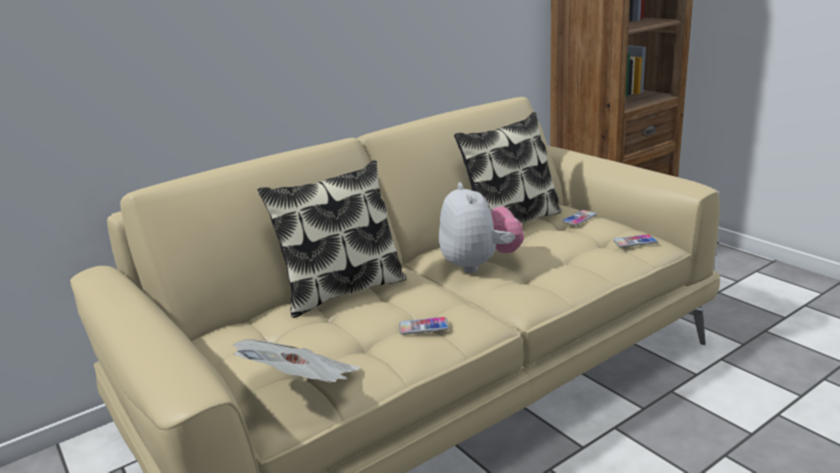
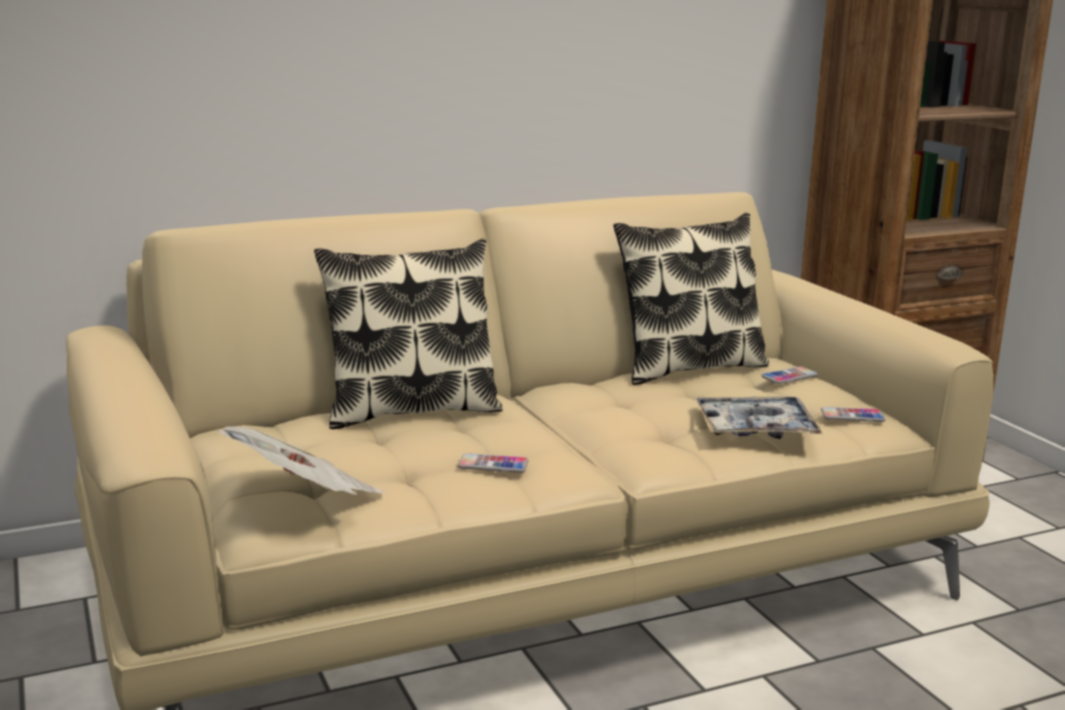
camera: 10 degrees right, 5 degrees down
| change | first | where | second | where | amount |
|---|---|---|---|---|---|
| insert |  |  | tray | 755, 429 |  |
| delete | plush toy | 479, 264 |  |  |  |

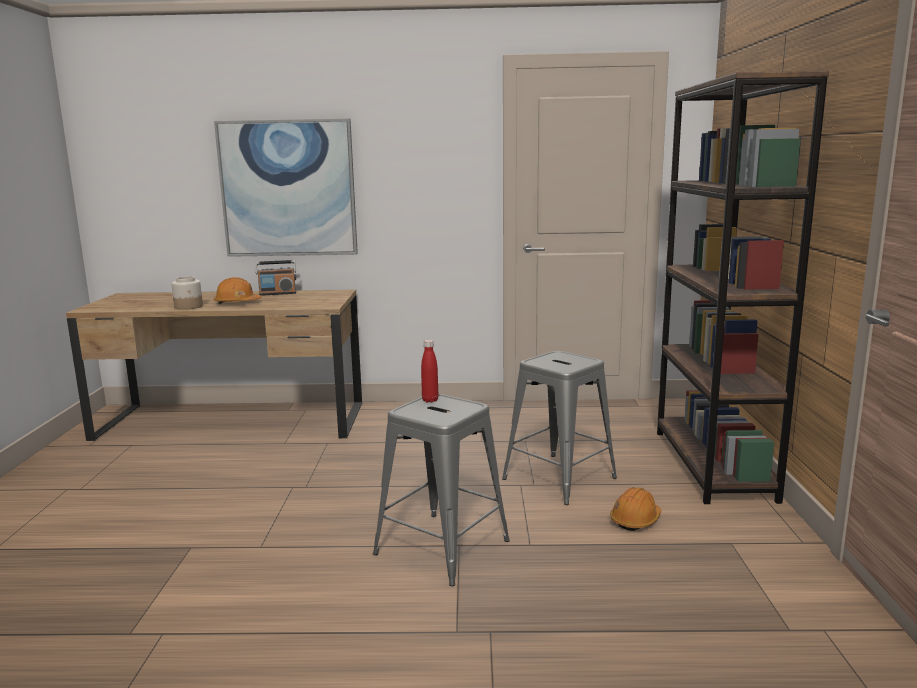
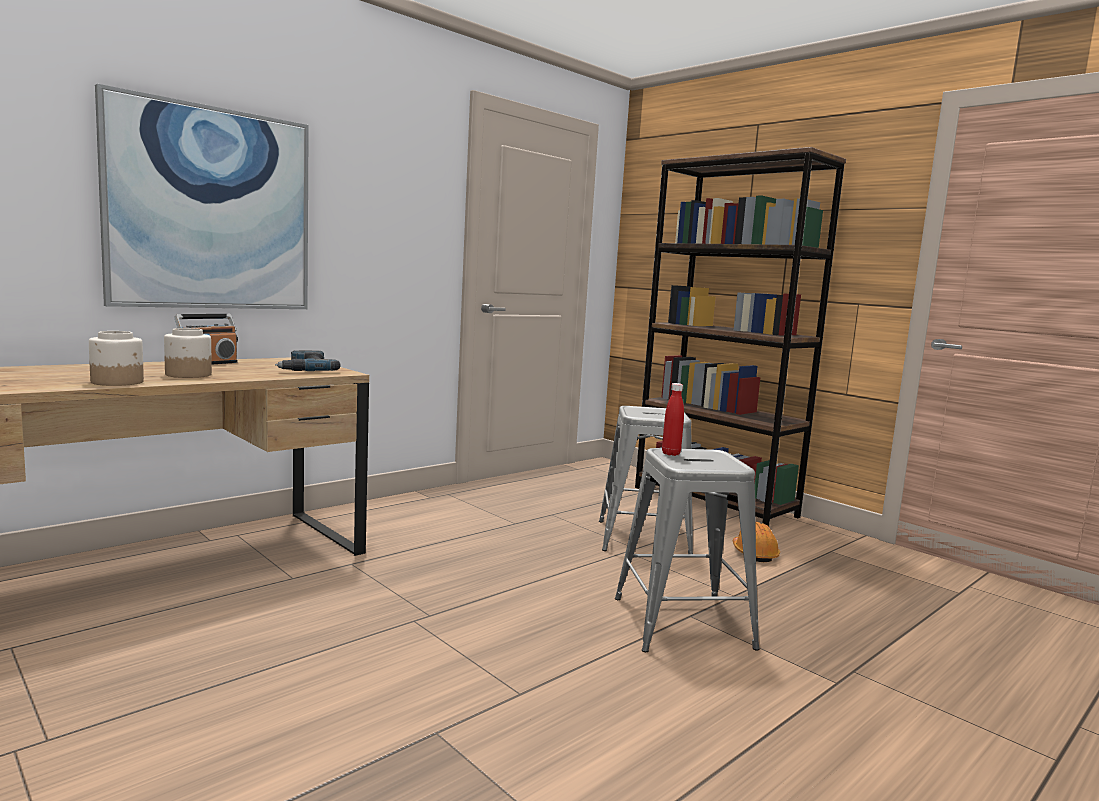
camera: 45 degrees left, 5 degrees down
| change | first | where | second | where | amount |
|---|---|---|---|---|---|
| replace | hard hat (orange) | 237, 303 | jar | 188, 375 |  |
| insert |  |  | power drill | 305, 369 |  |

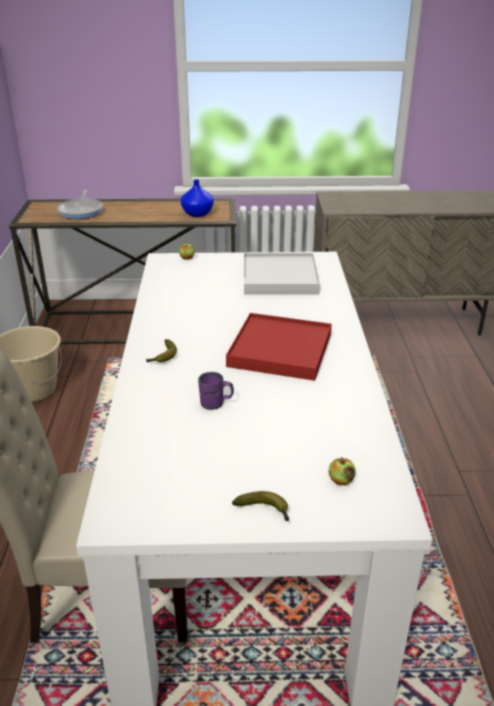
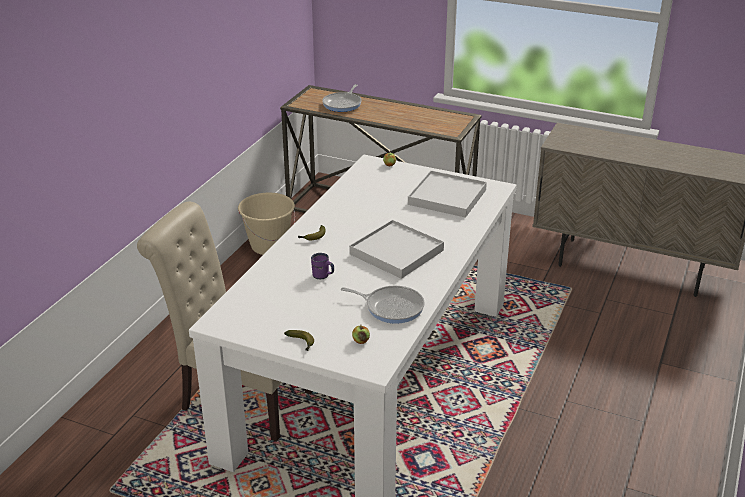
camera: 25 degrees right, 0 degrees up
| change | first | where | second | where | amount |
|---|---|---|---|---|---|
| insert |  |  | frying pan | 391, 307 |  |
| recolor | tray (red) | 280, 350 | tray (white) | 396, 252 |  |
| delete | vase (blue) | 197, 214 |  |  |  |

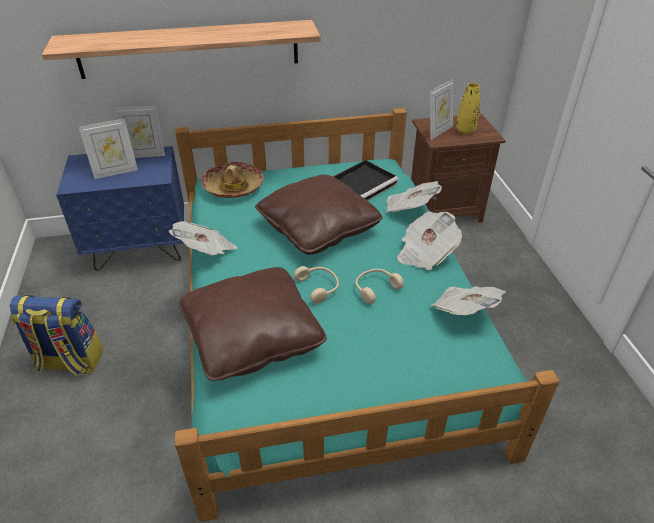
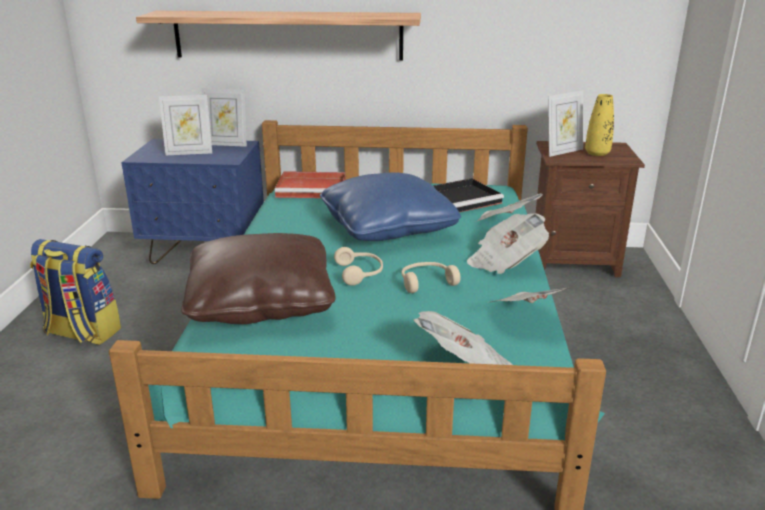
camera: 15 degrees right, 15 degrees down
| change | first | where | second | where | amount |
|---|---|---|---|---|---|
| replace | hat | 233, 187 | tray (red) | 313, 188 |  |
| recolor | pillow (brown) | 318, 228 | pillow (blue) | 388, 228 |  |
| move | newspaper | 206, 251 |  | 463, 364 |  |

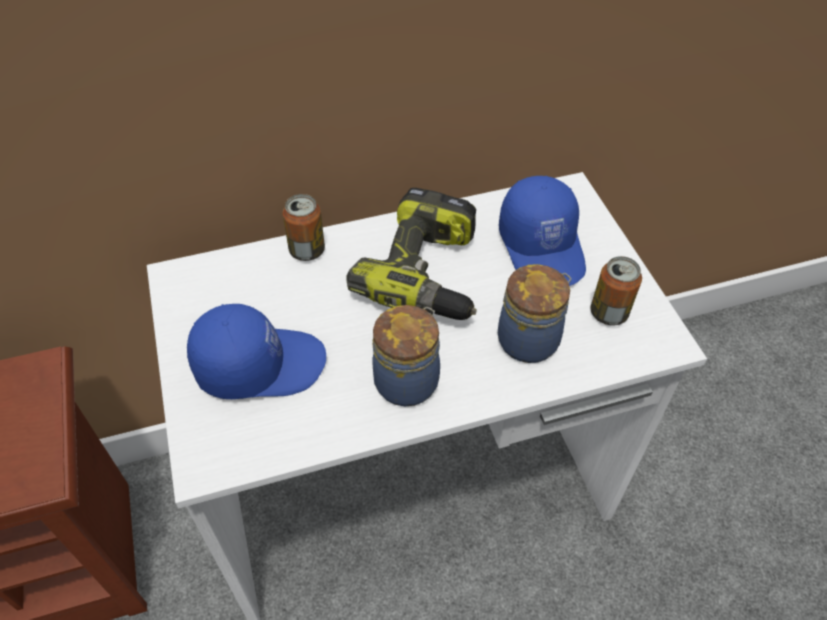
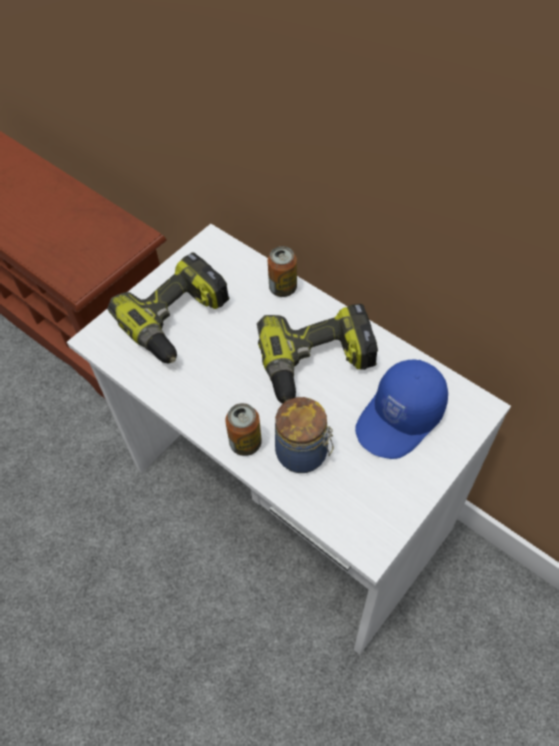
camera: 60 degrees right, 5 degrees up
| change | first | where | second | where | amount |
|---|---|---|---|---|---|
| replace | cap (blue) | 260, 363 | power drill | 178, 320 |  |
| move | can | 609, 313 |  | 245, 443 |  |
| delete | jar | 408, 380 |  |  |  |

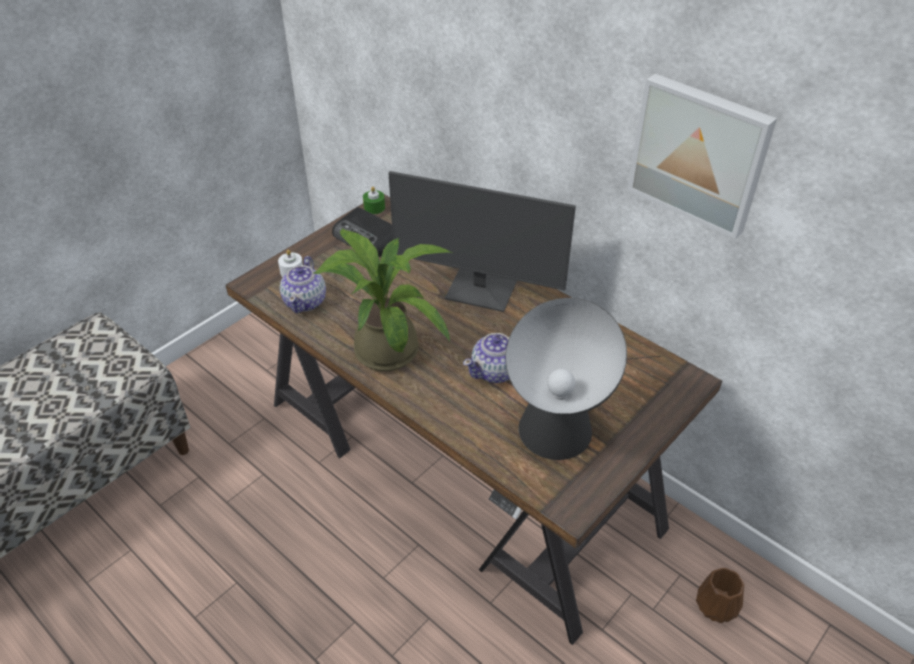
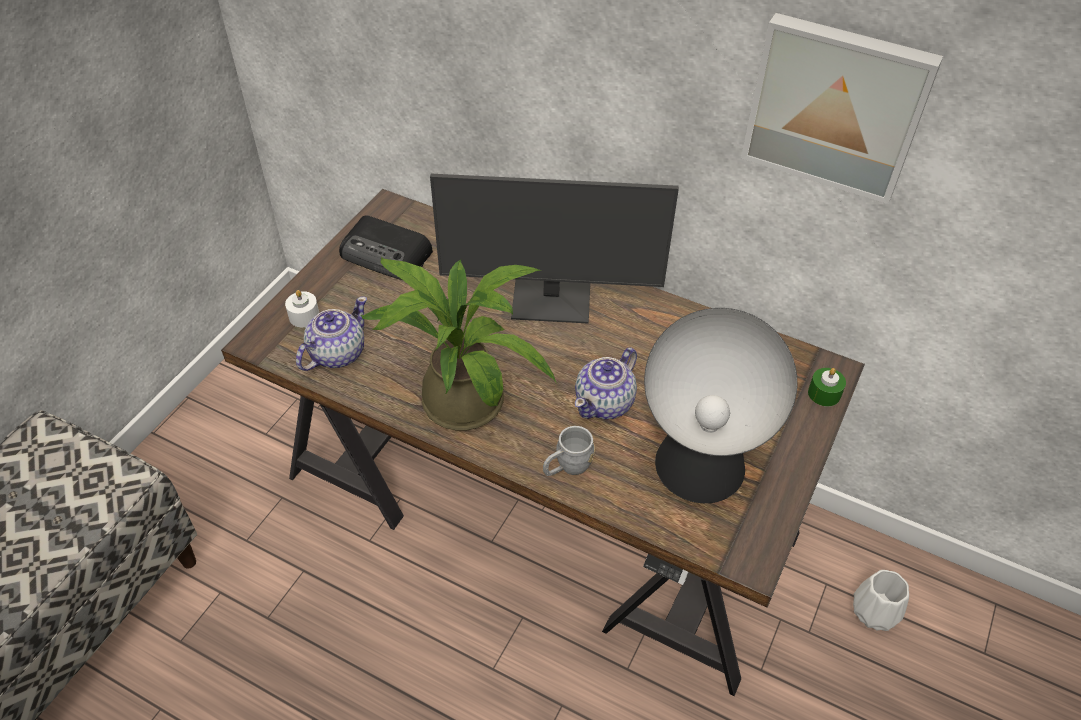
camera: 15 degrees left, 5 degrees up
| change | first | where | second | where | amount |
|---|---|---|---|---|---|
| rotate | teapot | 305, 301 |  | 336, 354 | 135 degrees counterclockwise |
| insert |  |  | mug (grey) | 567, 467 |  |
| move | candle (green) | 374, 208 |  | 824, 393 |  |
| recolor | vase (brown) | 716, 605 | vase (white) | 874, 610 |  |

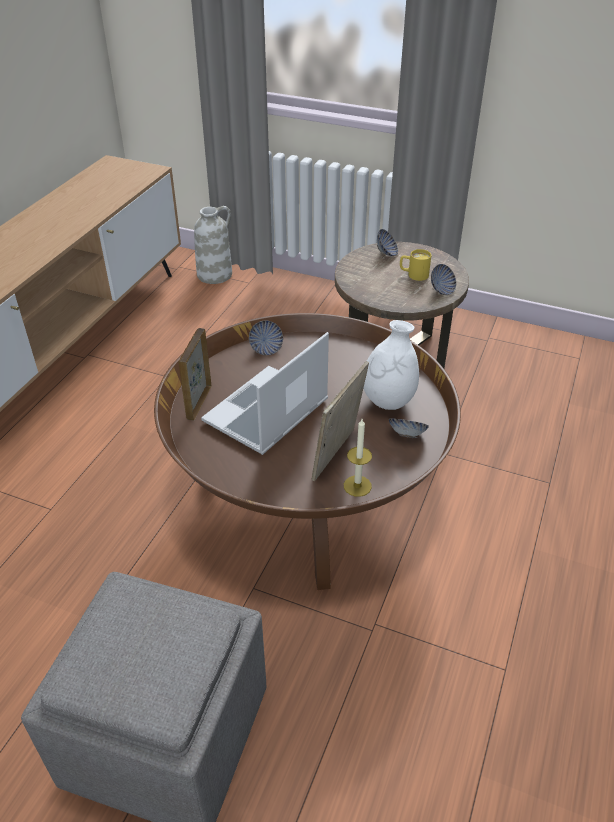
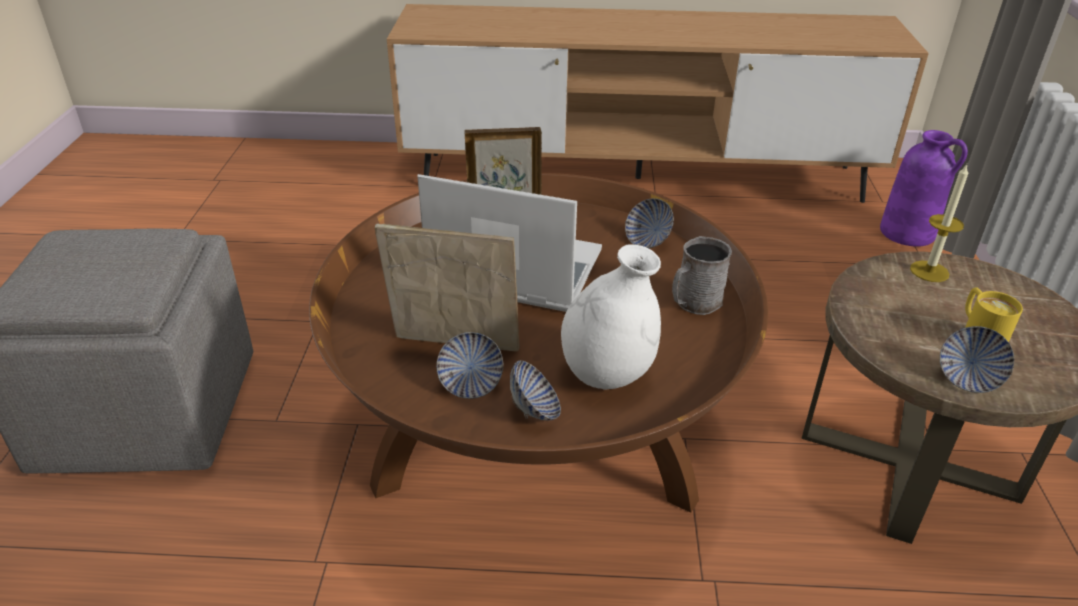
camera: 70 degrees right, 5 degrees down
| change | first | where | second | where | amount |
|---|---|---|---|---|---|
| move | bowl | 386, 253 |  | 471, 384 |  |
| insert |  |  | mug (grey) | 694, 303 |  |
| recolor | vase (white) | 215, 274 | vase (purple) | 908, 233 |  |
| move | candle | 357, 486 |  | 929, 271 |  |

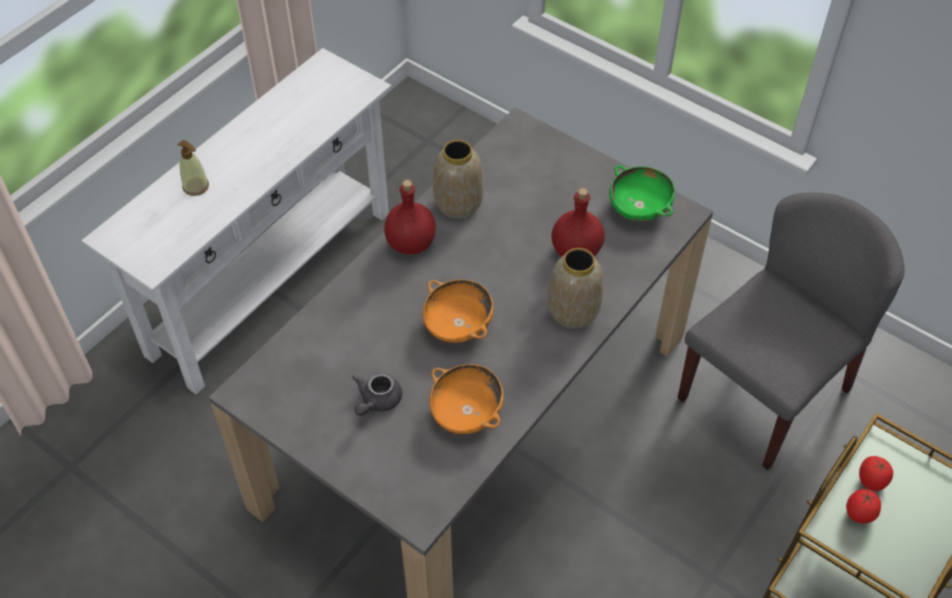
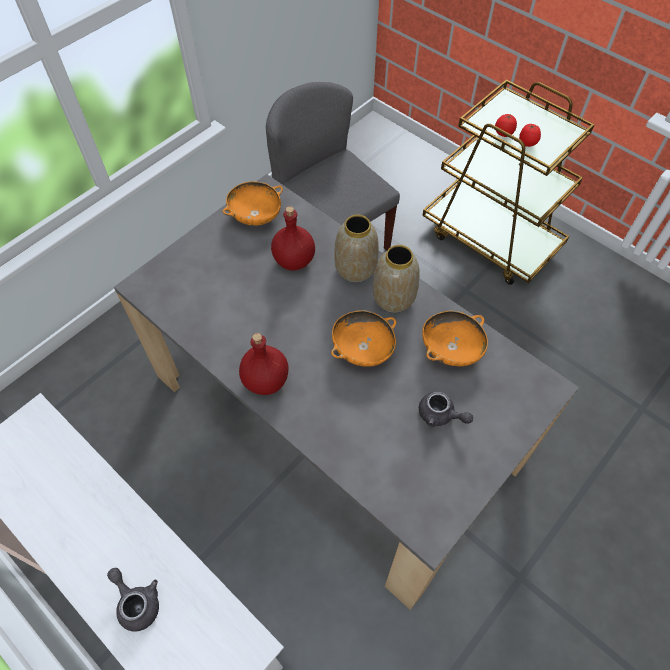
camera: 85 degrees left, 5 degrees up
| change | first | where | second | where | amount |
|---|---|---|---|---|---|
| replace | soap dispenser | 196, 186 | teapot (grey) | 137, 602 |  |
| recolor | bowl (green) | 639, 208 | bowl (orange) | 255, 215 |  |
| move | vase | 457, 204 |  | 393, 299 |  |

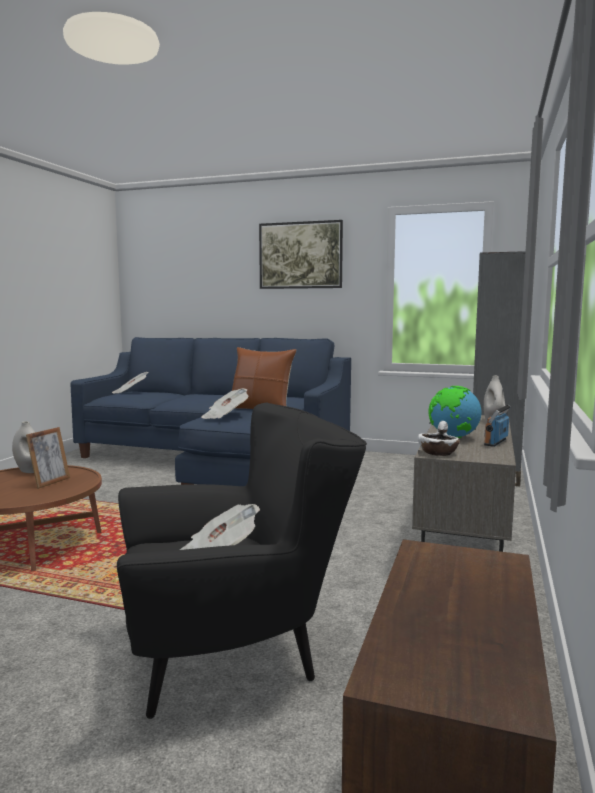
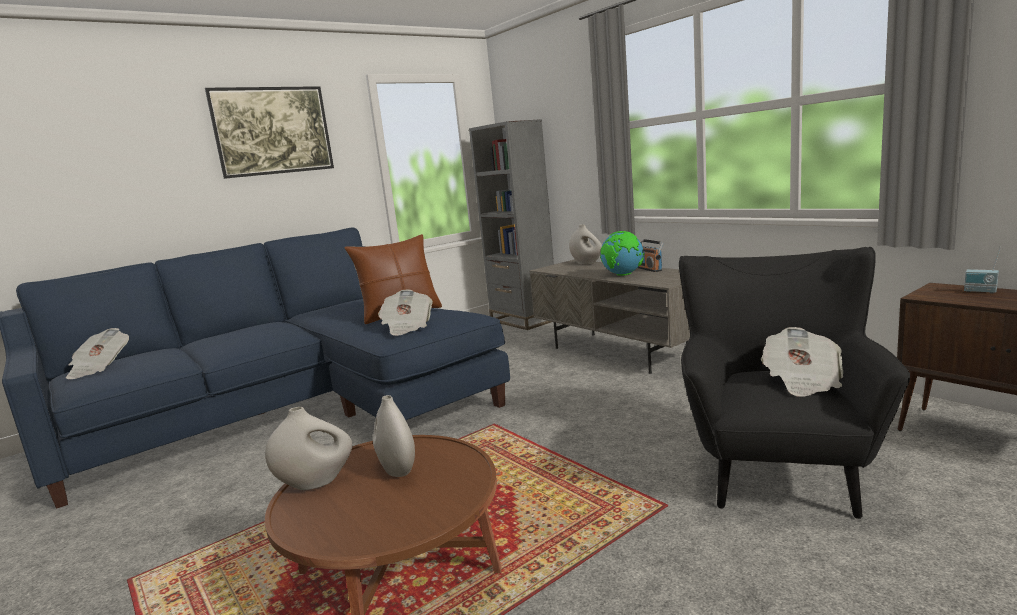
camera: 55 degrees left, 5 degrees up
| change | first | where | second | where | amount |
|---|---|---|---|---|---|
| replace | picture frame | 50, 482 | vase (white) | 397, 469 |  |
| insert |  |  | radio | 980, 292 |  |
| delete | bowl (white) | 438, 452 |  |  |  |

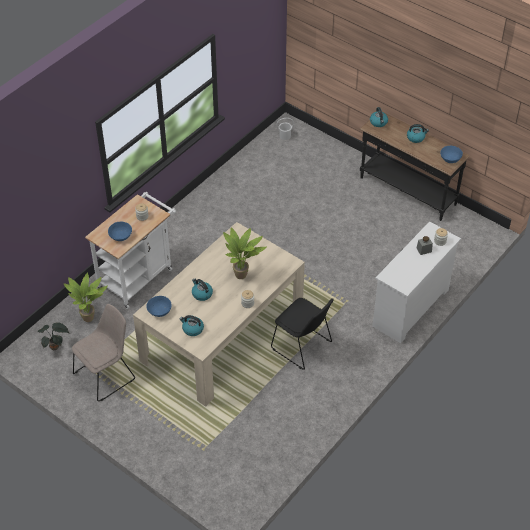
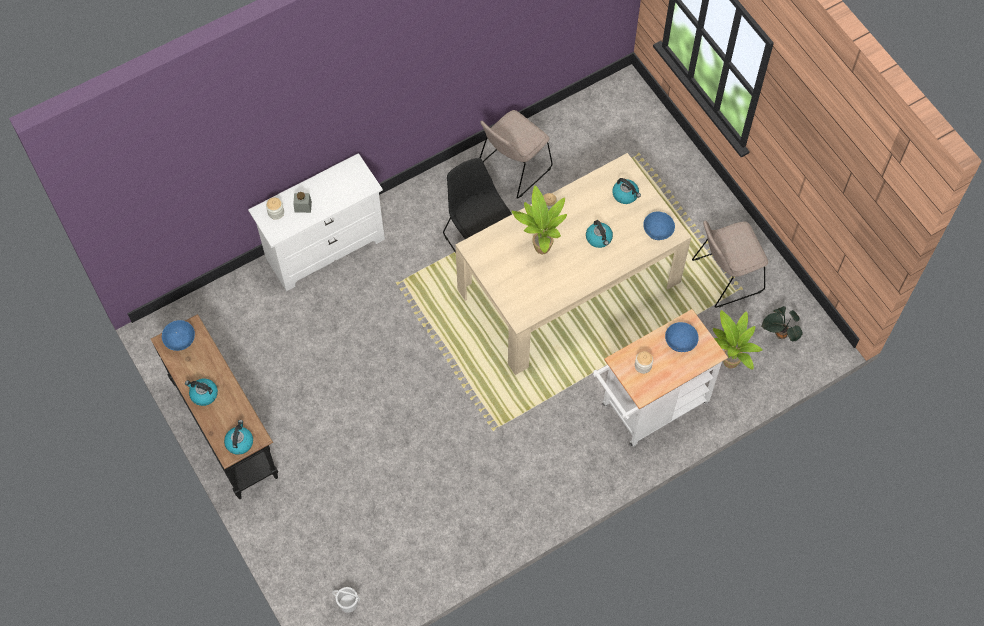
camera: 160 degrees left, 15 degrees up
| change | first | where | second | where | amount |
|---|---|---|---|---|---|
| insert |  |  | chair (beige) | 513, 168 |  |

